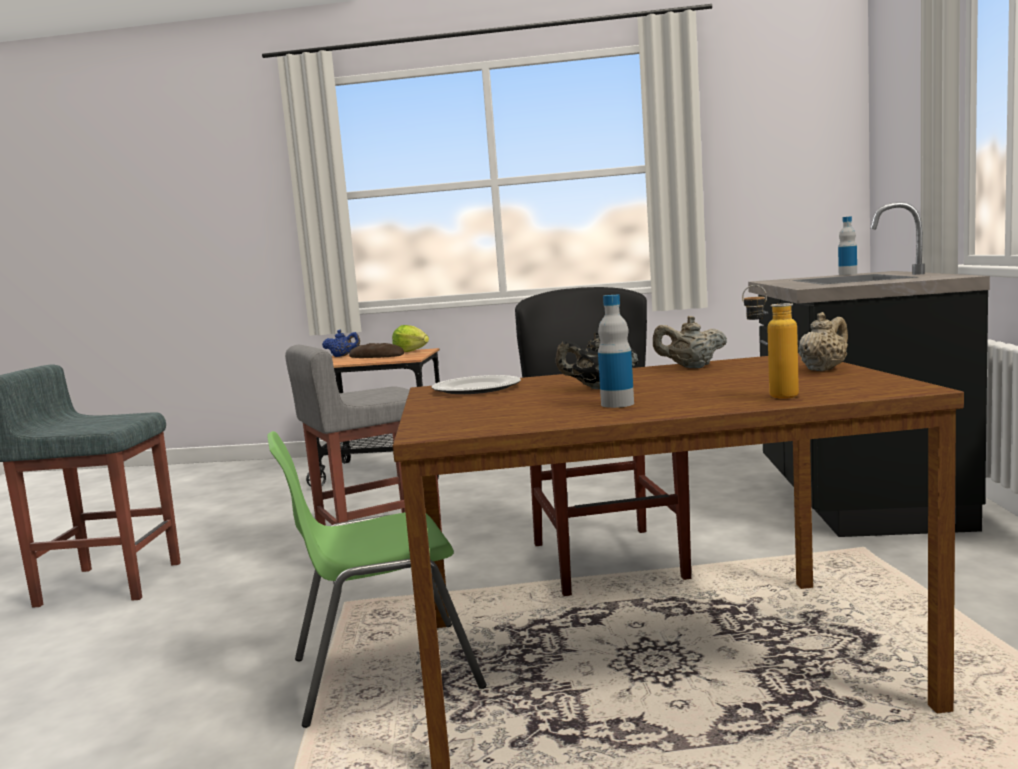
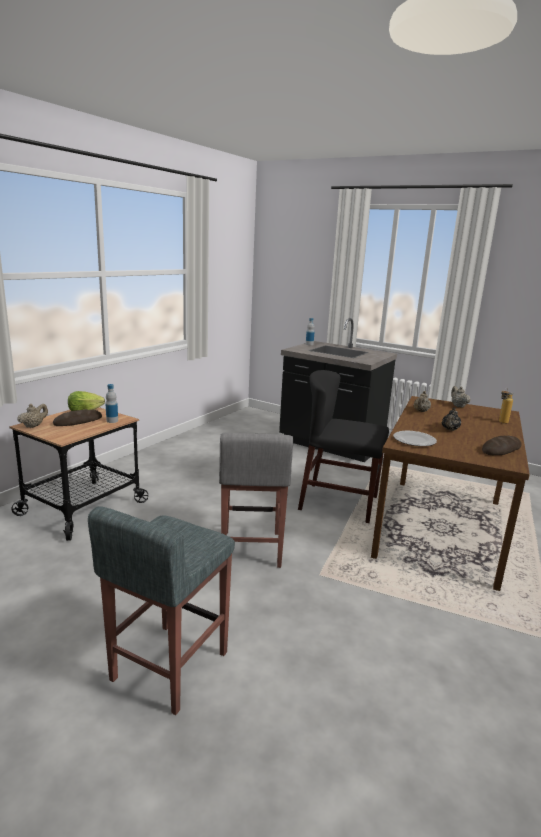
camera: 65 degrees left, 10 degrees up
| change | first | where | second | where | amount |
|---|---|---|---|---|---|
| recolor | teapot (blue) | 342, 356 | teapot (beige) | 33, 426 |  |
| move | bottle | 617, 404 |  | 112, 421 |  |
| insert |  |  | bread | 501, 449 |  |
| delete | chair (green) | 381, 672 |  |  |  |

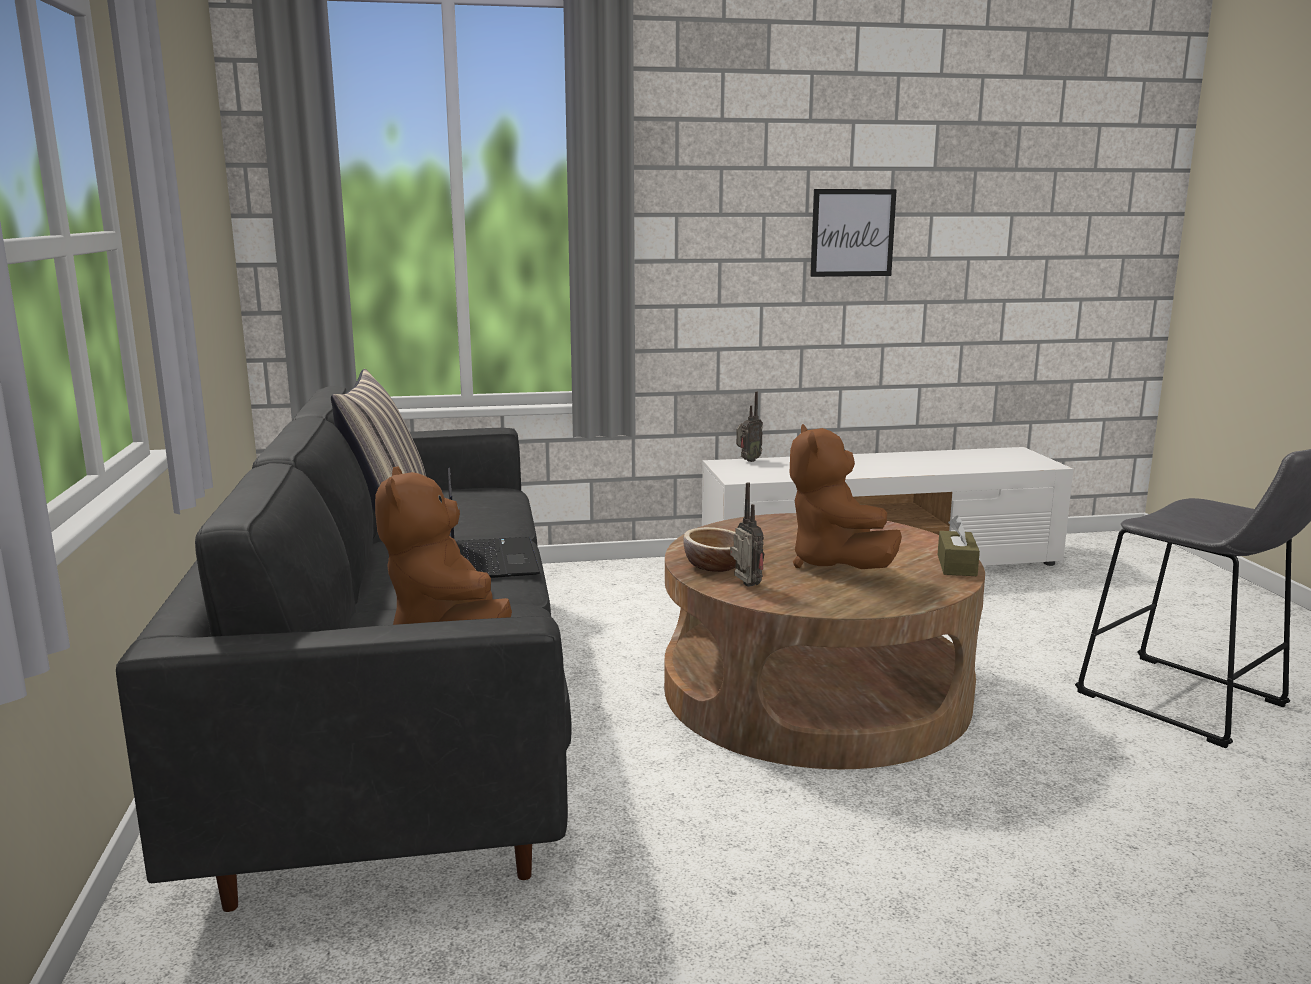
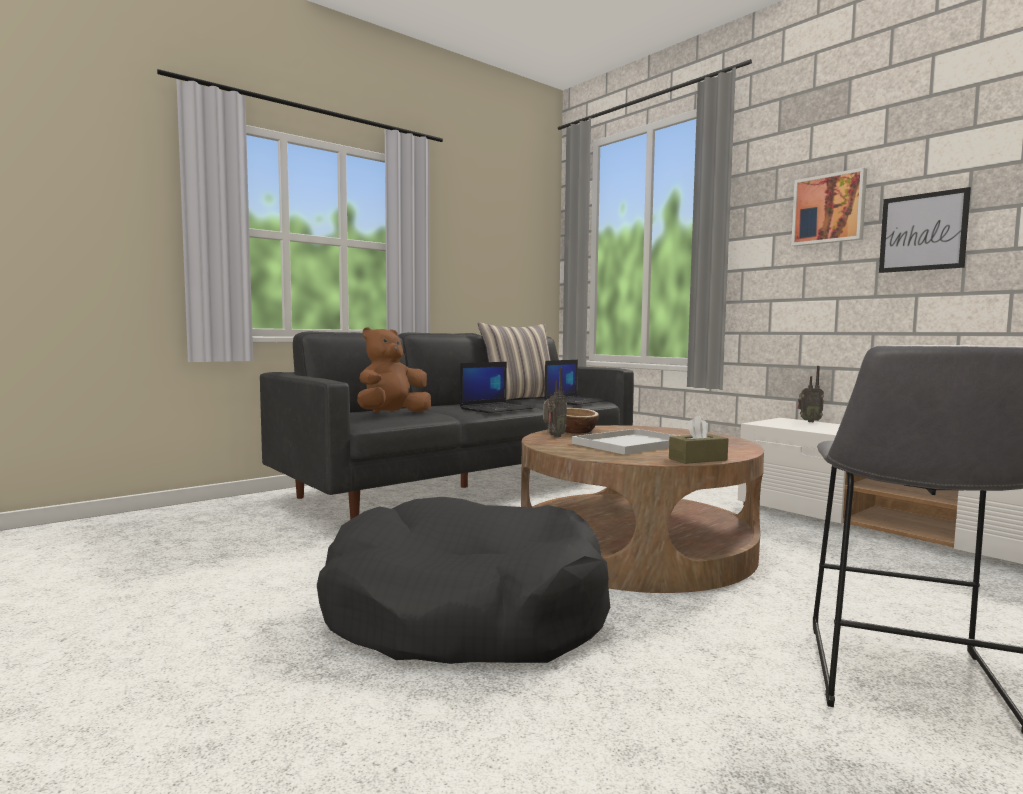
camera: 60 degrees right, 10 degrees down
| change | first | where | second | where | amount |
|---|---|---|---|---|---|
| insert |  |  | dog bed (black) | 465, 613 |  |
| insert |  |  | laptop | 576, 401 |  |
| replace | plush toy (brown) | 835, 564 | tray (white) | 631, 443 |  |
| insert |  |  | picture | 829, 209 |  |

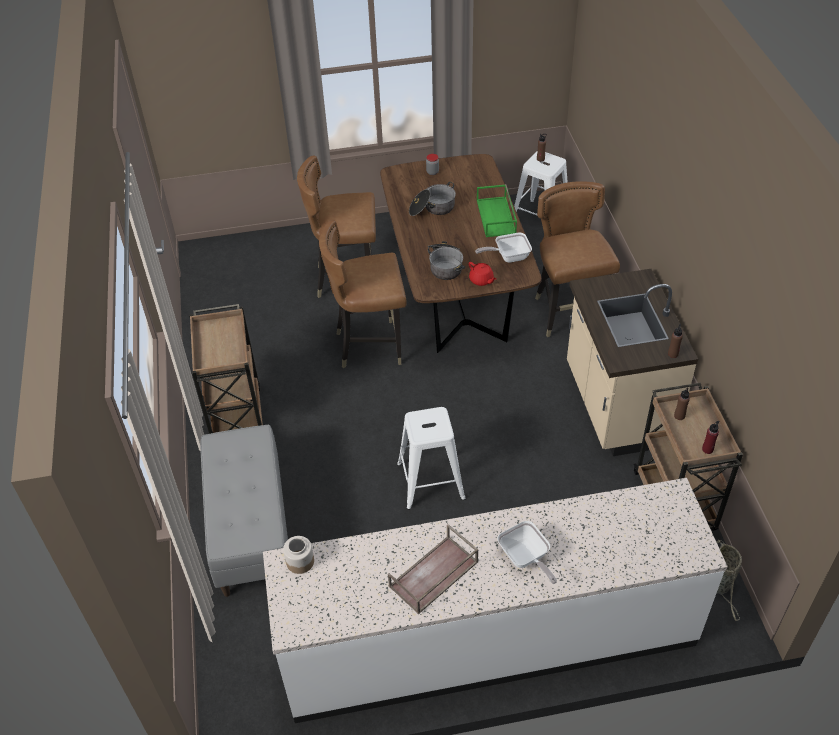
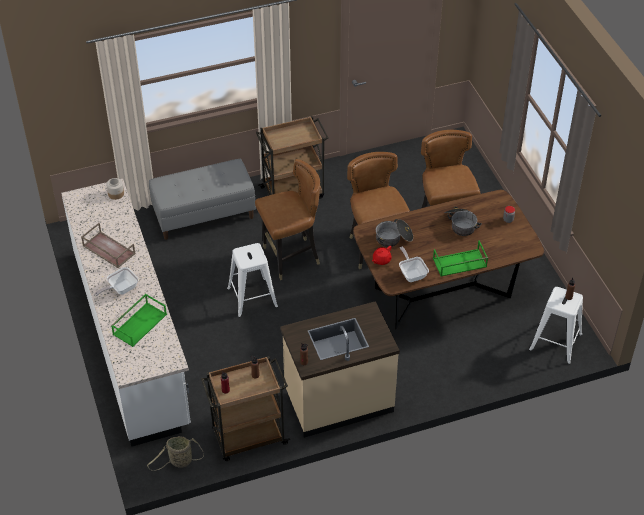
camera: 80 degrees right, 0 degrees up
| change | first | where | second | where | amount |
|---|---|---|---|---|---|
| insert |  |  | tray (green) | 139, 324 |  |
| move | chair (brown) | 568, 314 |  | 290, 258 |  |

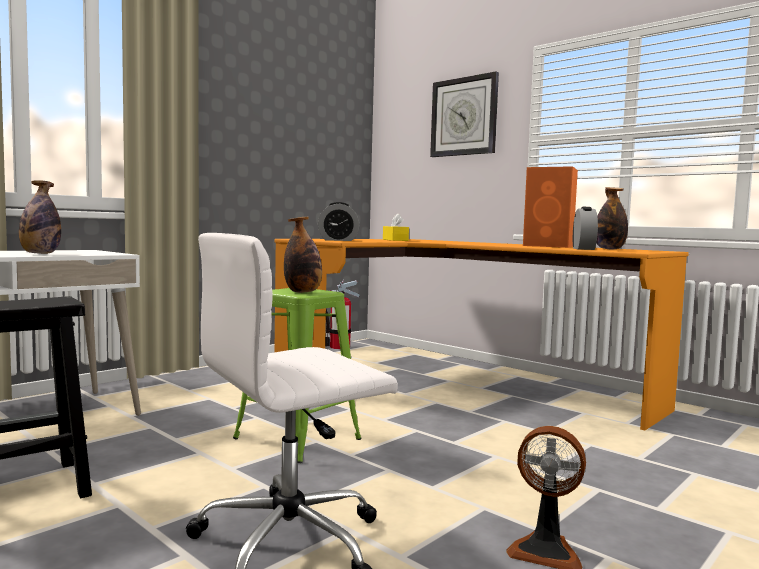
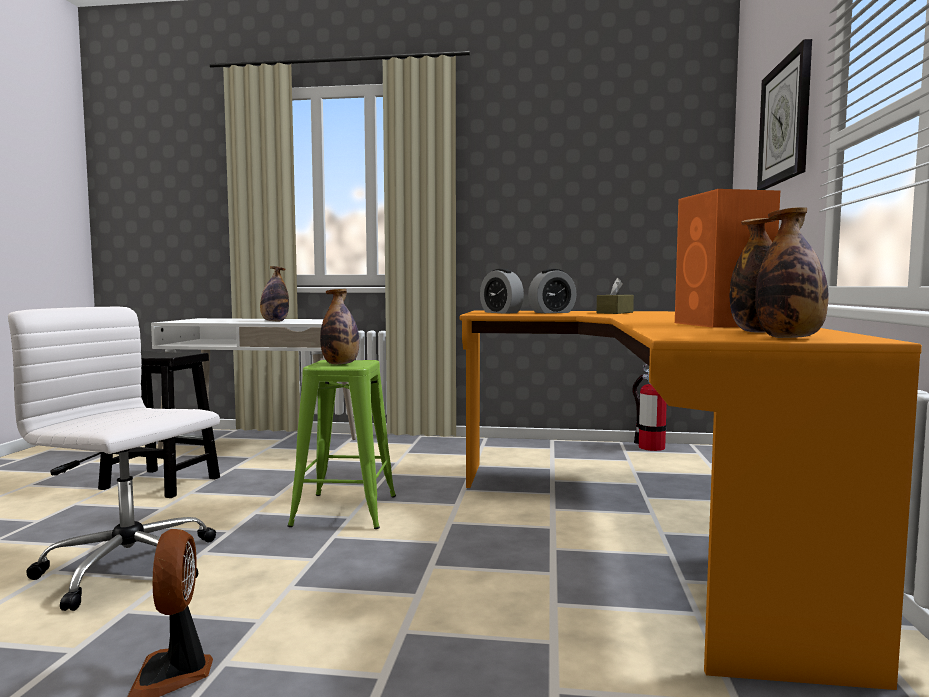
camera: 55 degrees right, 0 degrees up
| change | first | where | second | where | amount |
|---|---|---|---|---|---|
| move | alarm clock | 583, 249 |  | 552, 312 |  |
| recolor | tissue box (yellow) | 395, 240 | tissue box (brown) | 615, 313 |  |
| insert |  |  | bottle | 789, 338 |  |

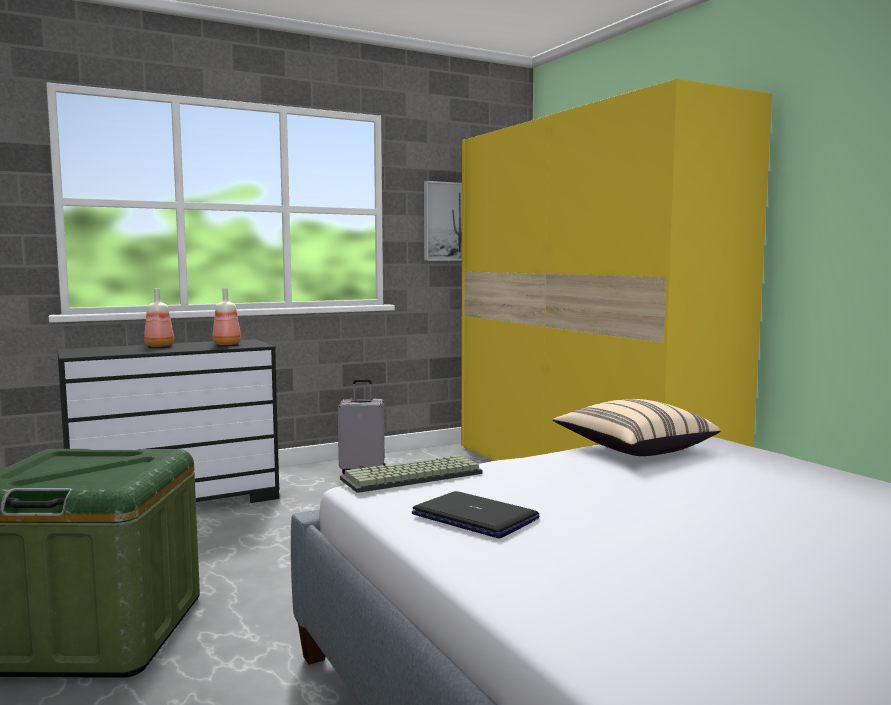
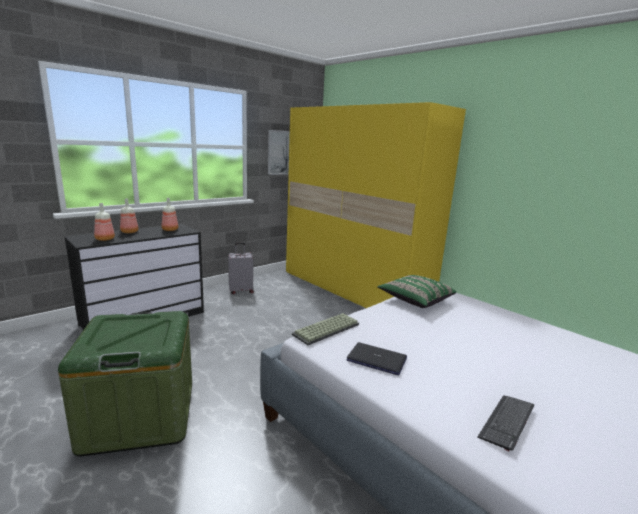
camera: 15 degrees left, 10 degrees up
| change | first | where | second | where | amount |
|---|---|---|---|---|---|
| insert |  |  | bottle | 104, 239 |  |
| recolor | pillow (beige) | 633, 449 | pillow (green) | 415, 300 |  |
| insert |  |  | keyboard | 506, 422 |  |

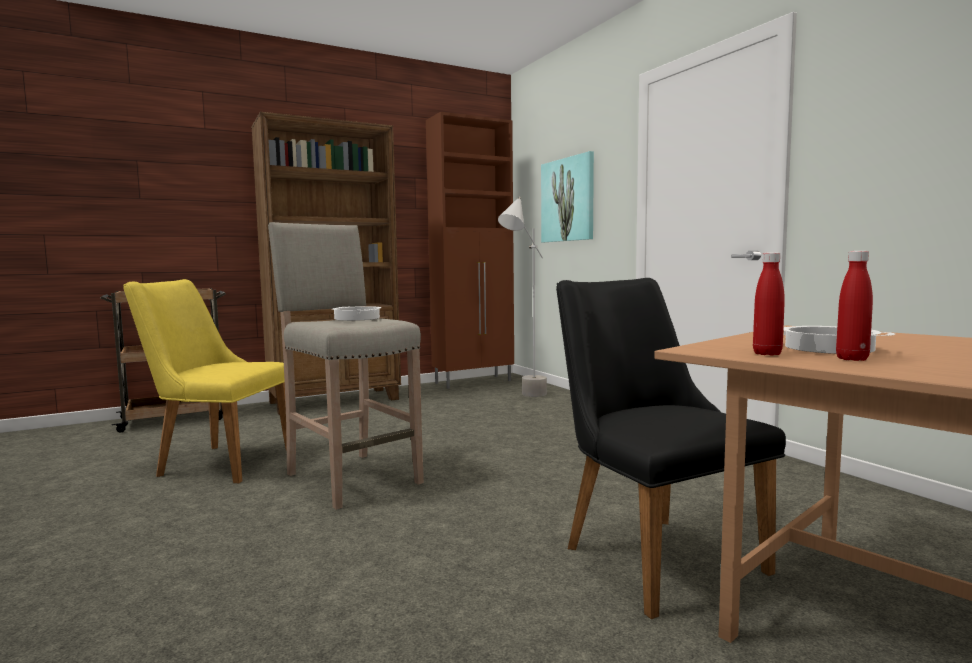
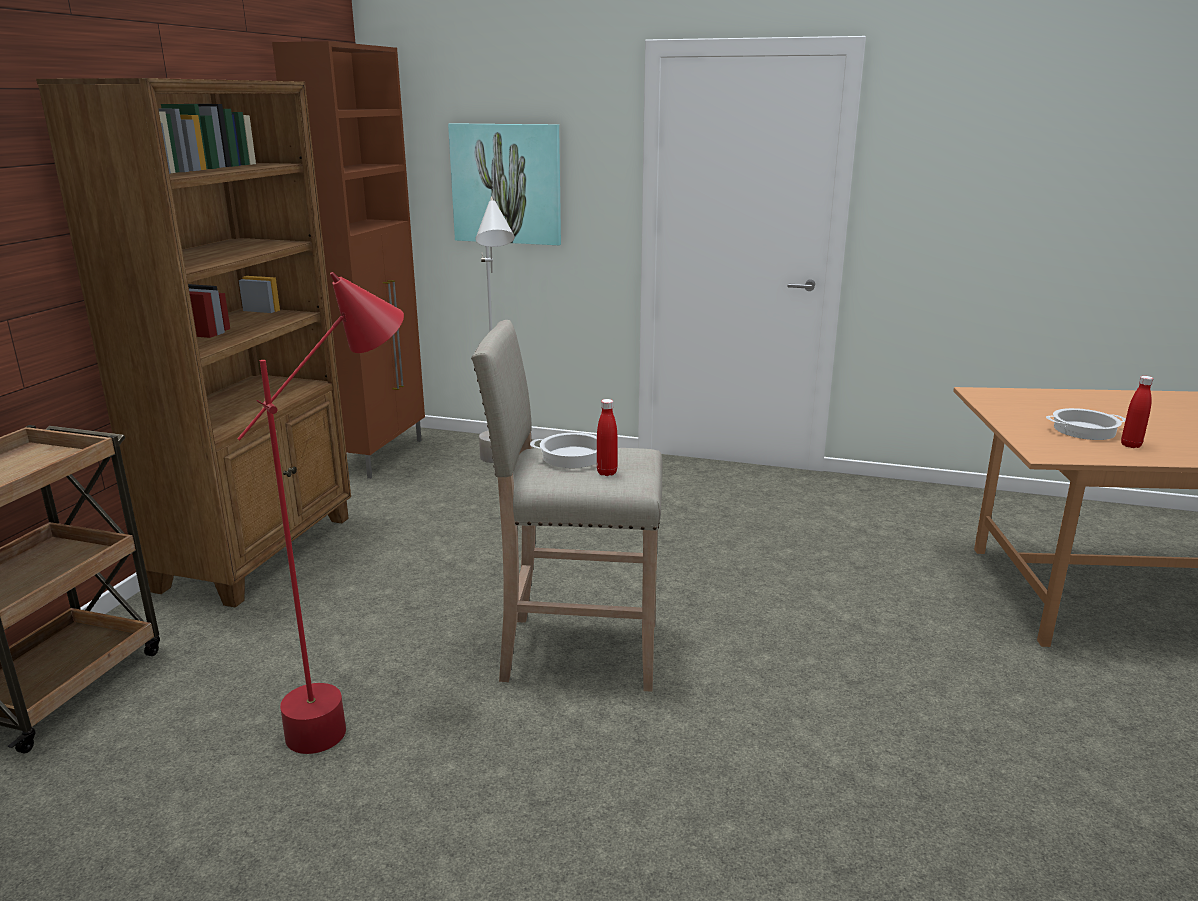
camera: 45 degrees left, 15 degrees up
| change | first | where | second | where | amount |
|---|---|---|---|---|---|
| replace | chair (yellow) | 215, 462 | floor lamp (red) | 360, 712 |  |
| move | bottle (red) | 767, 353 |  | 607, 473 |  |
| delete | chair (black) | 649, 552 |  |  |  |

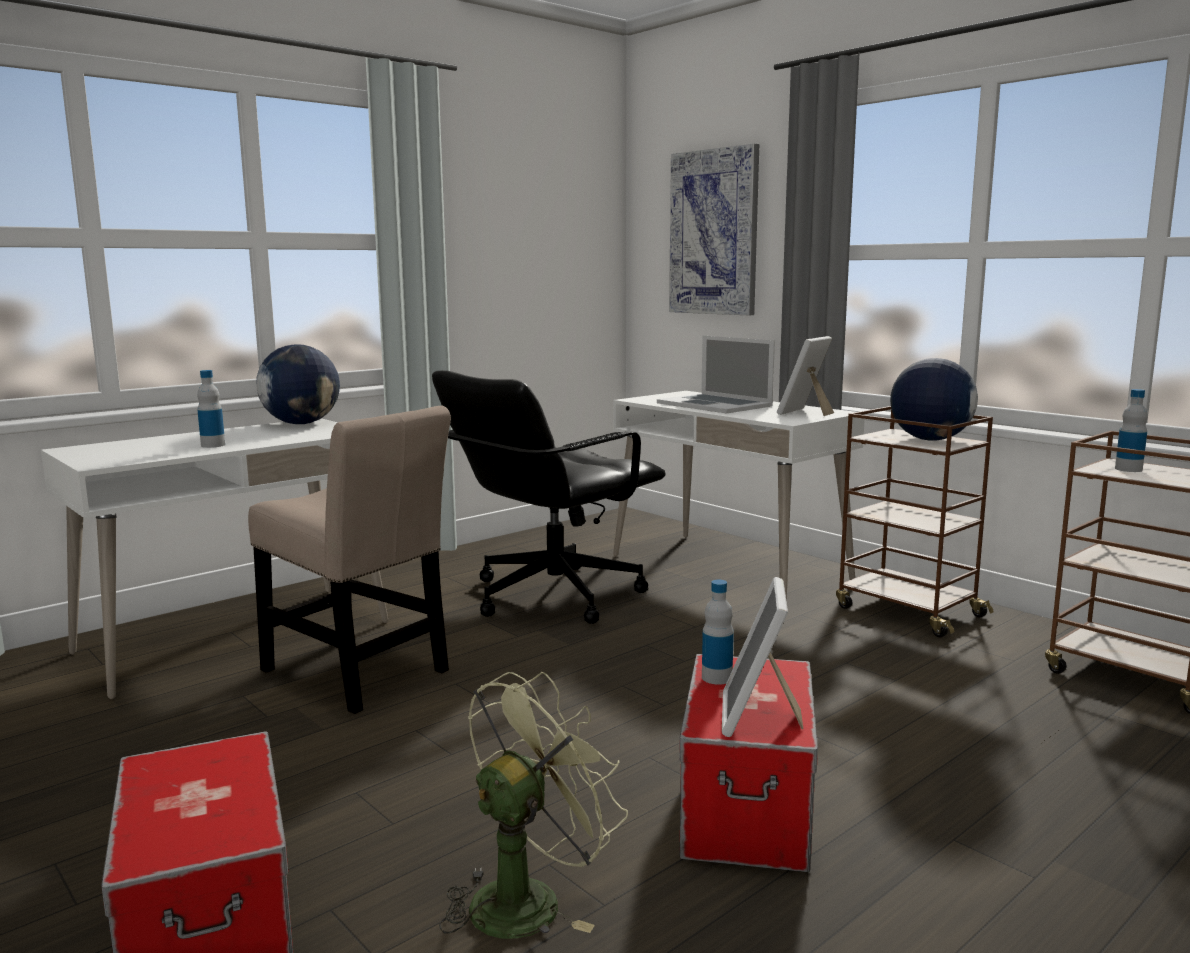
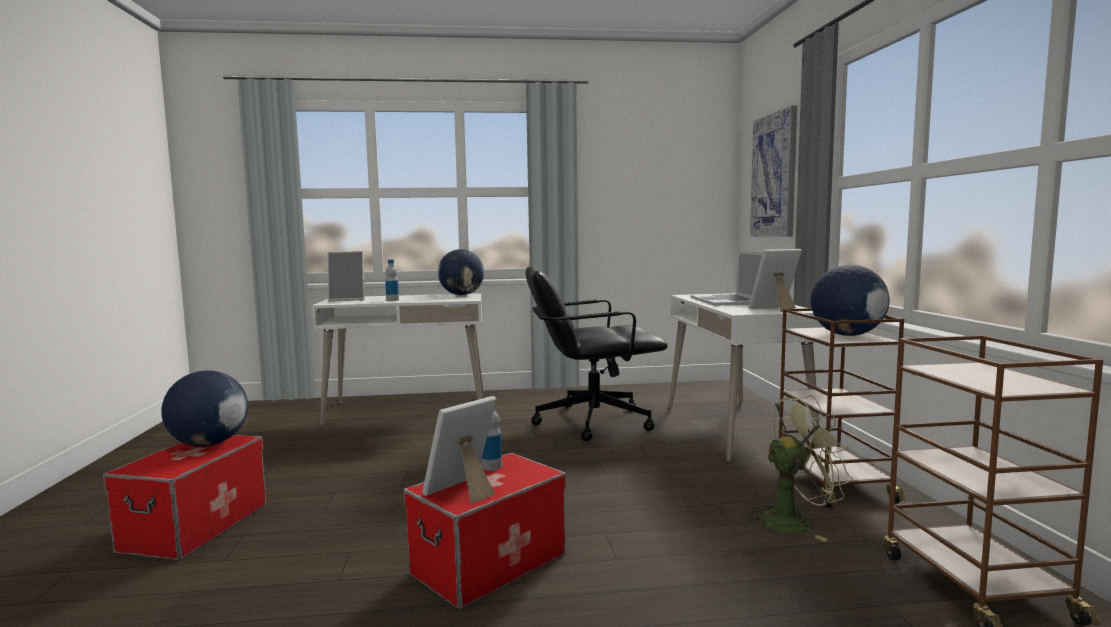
camera: 35 degrees right, 5 degrees down
| change | first | where | second | where | amount |
|---|---|---|---|---|---|
| insert |  |  | globe | 208, 444 |  |
| insert |  |  | picture frame | 348, 299 |  |
| move | fan (green) | 528, 898 |  | 794, 521 |  |
| delete | chair (beige) | 359, 674 |  |  |  |
| delete | bottle | 1128, 469 |  |  |  |

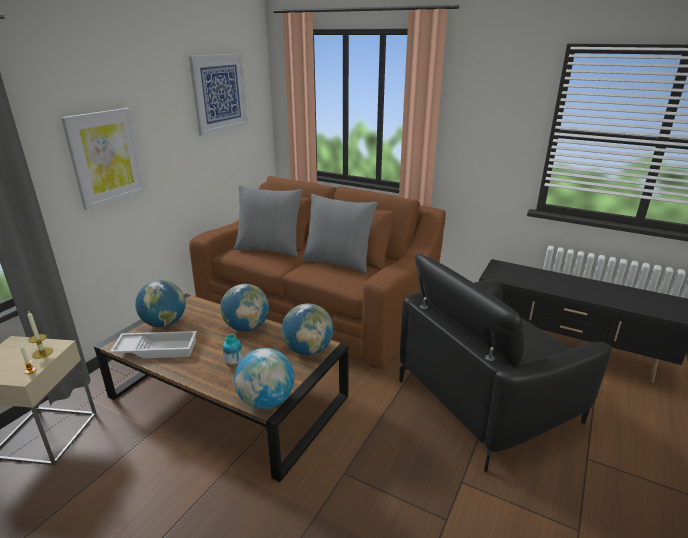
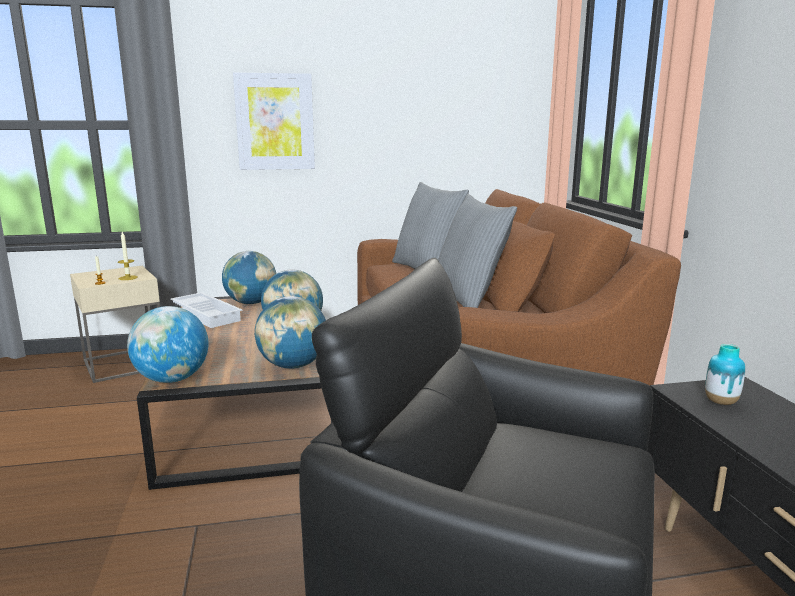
camera: 50 degrees right, 10 degrees down
| change | first | where | second | where | amount |
|---|---|---|---|---|---|
| move | vase | 234, 364 |  | 720, 402 |  |
| delete | picture | 219, 93 |  |  |  |

